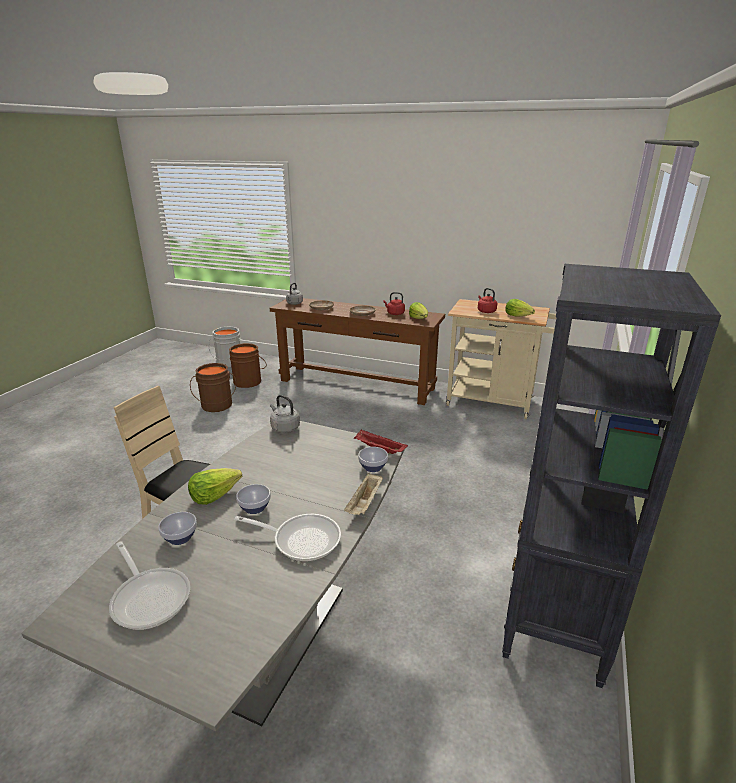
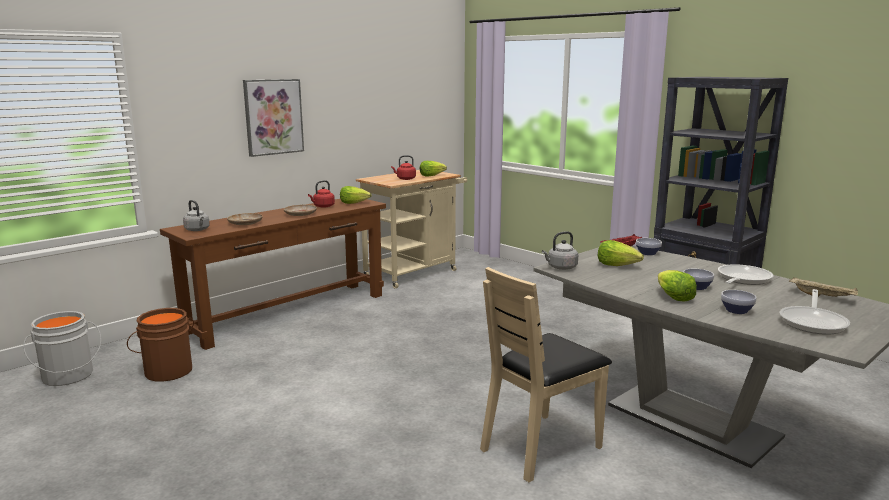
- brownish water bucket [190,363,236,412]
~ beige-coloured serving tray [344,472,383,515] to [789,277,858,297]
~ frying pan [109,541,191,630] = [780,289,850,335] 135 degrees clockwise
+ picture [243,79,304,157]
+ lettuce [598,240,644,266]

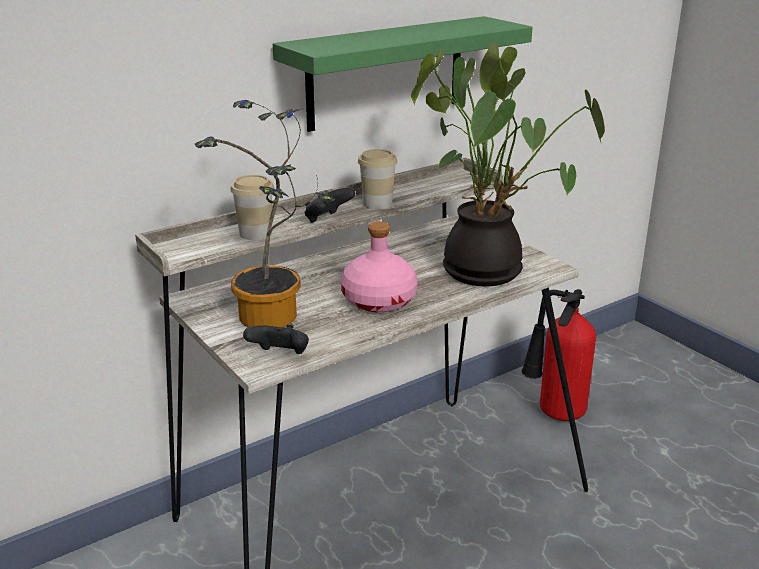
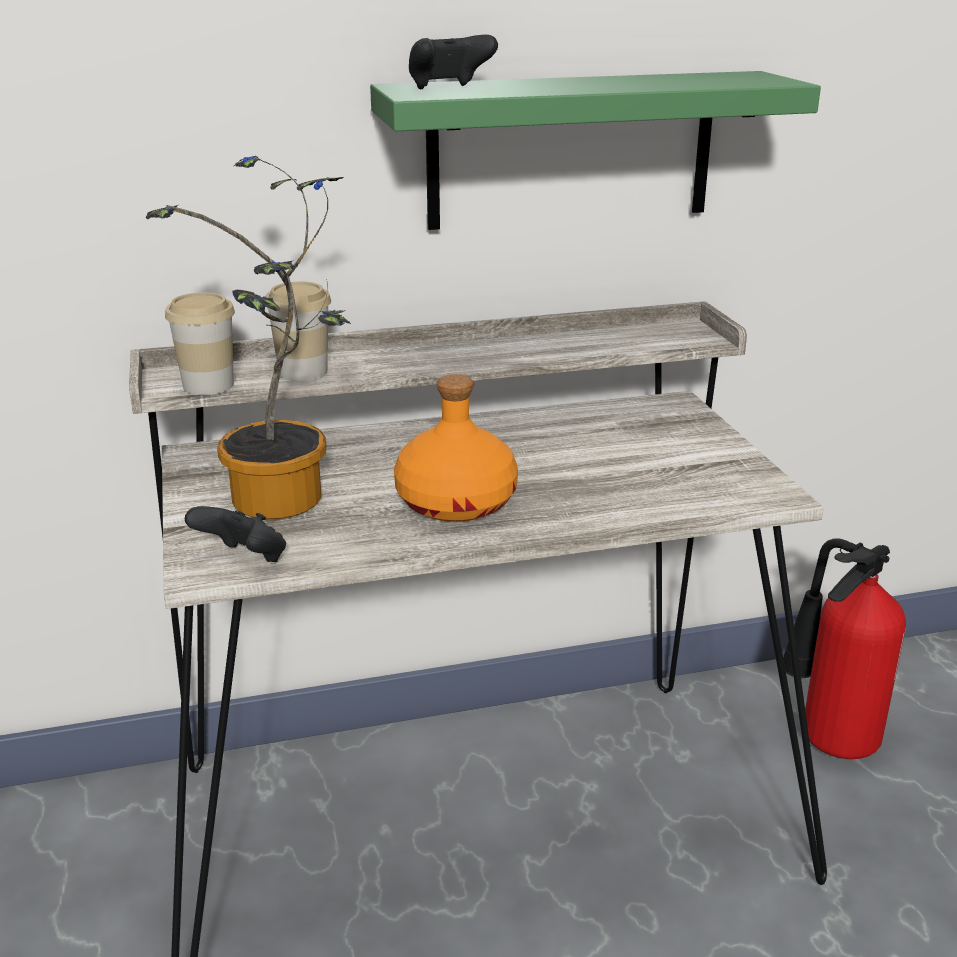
- potted plant [411,42,605,287]
~ cup [358,149,398,209] to [165,292,235,395]
~ black game controller [304,188,355,223] to [409,35,498,89]
~ pinkish beverage bottle [341,221,418,312] to orange-coloured beverage bottle [394,374,518,522]

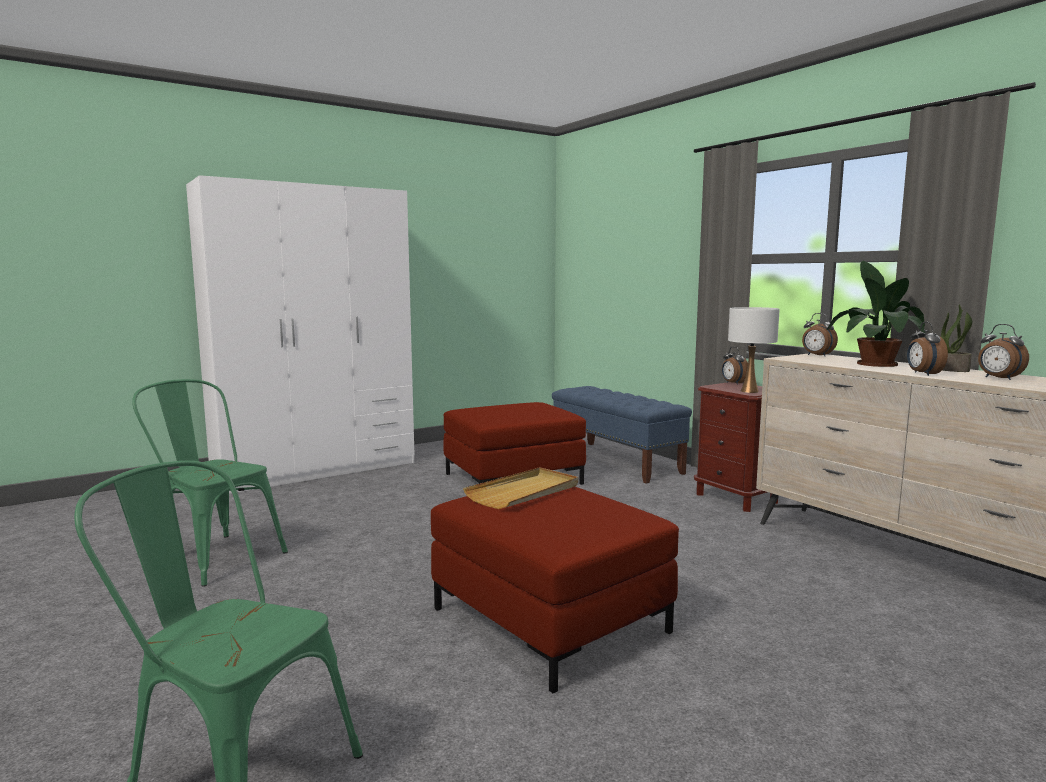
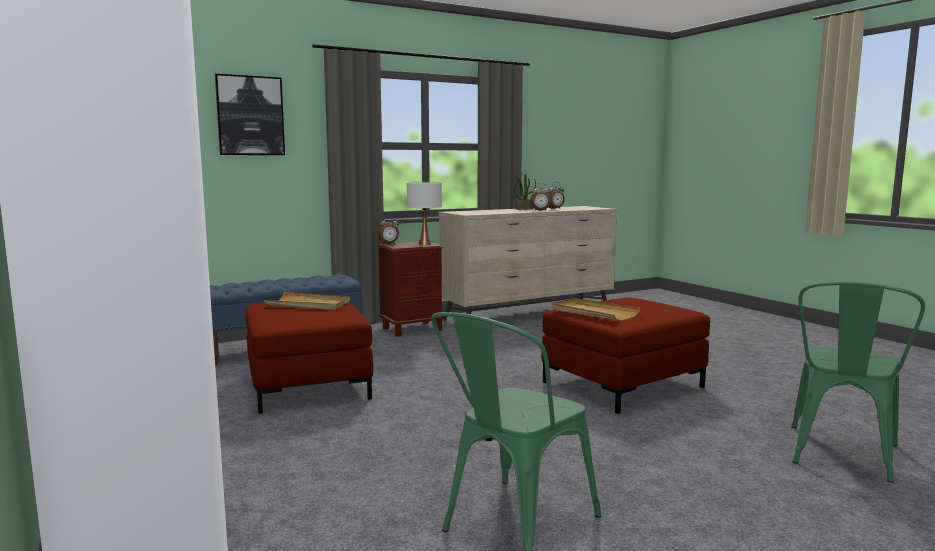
- potted plant [827,261,925,367]
- alarm clock [802,313,838,356]
+ picture [215,74,285,155]
+ beige-coloured serving tray [264,292,350,310]

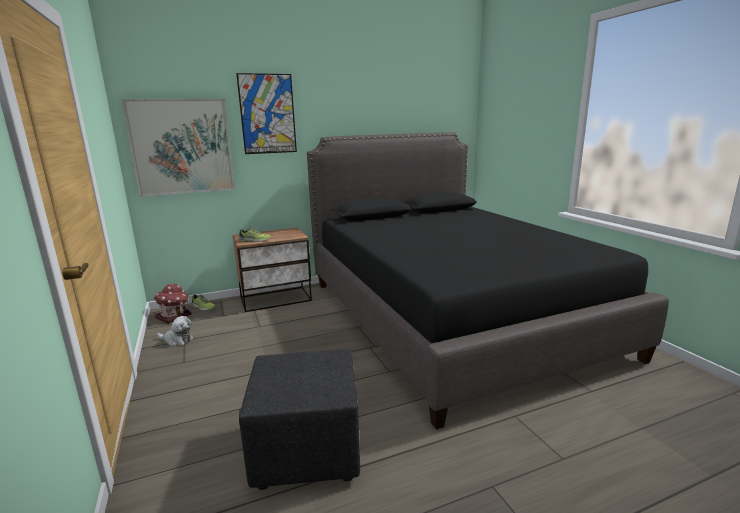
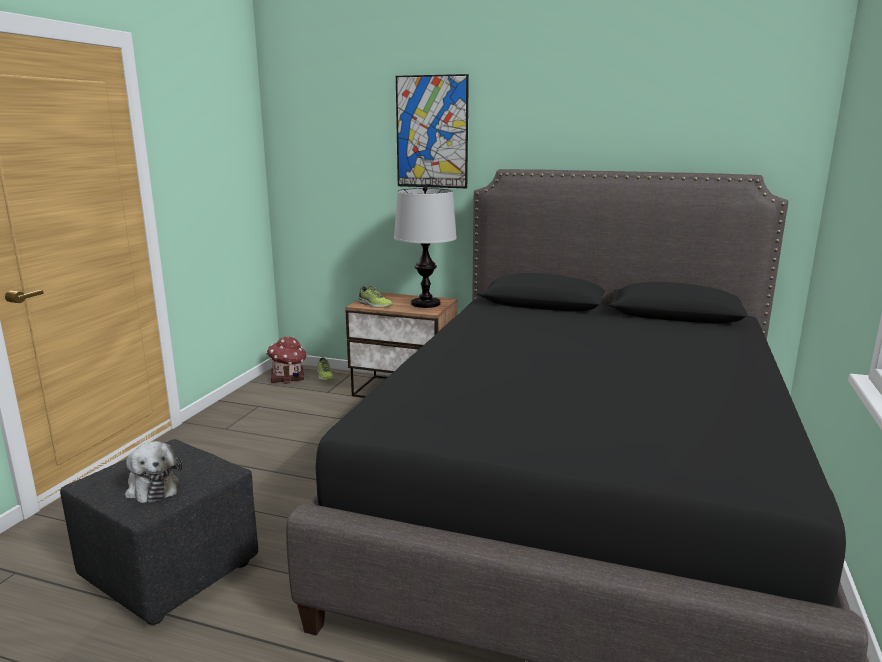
- picture [121,98,235,197]
~ plush toy [157,316,193,347] to [125,441,182,503]
+ lamp for a table [394,186,457,308]

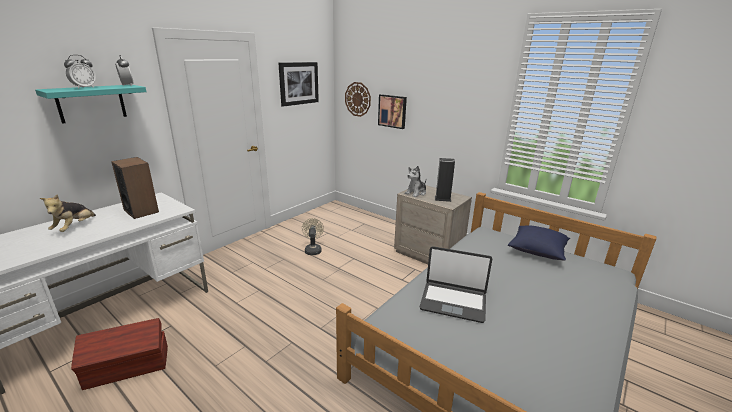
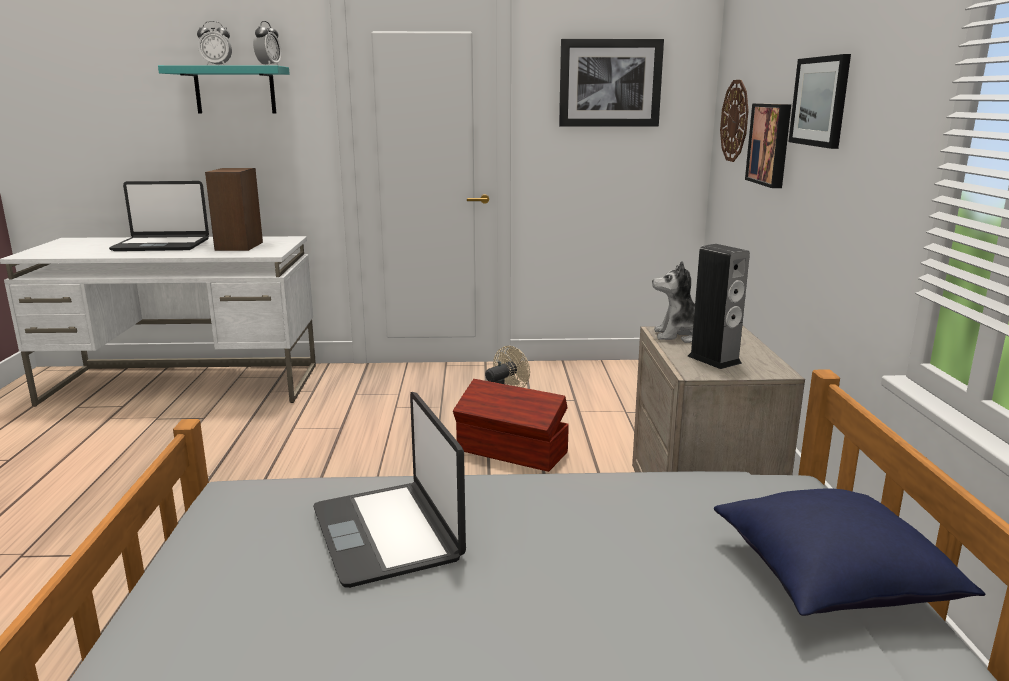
~ plush toy [40,194,96,232] to laptop [109,181,209,251]
~ brownish storage container [71,318,168,390] to [453,379,569,472]
+ picture [788,54,851,149]

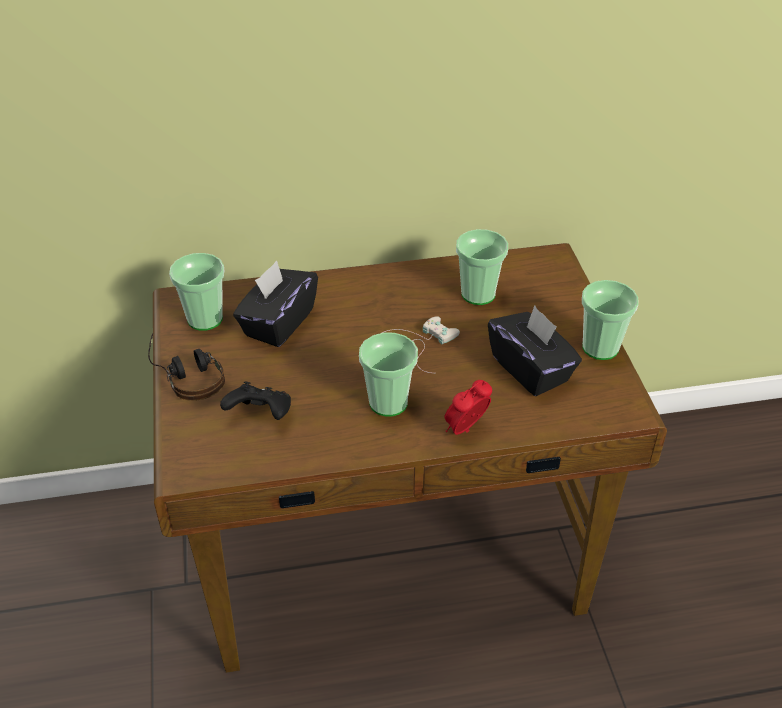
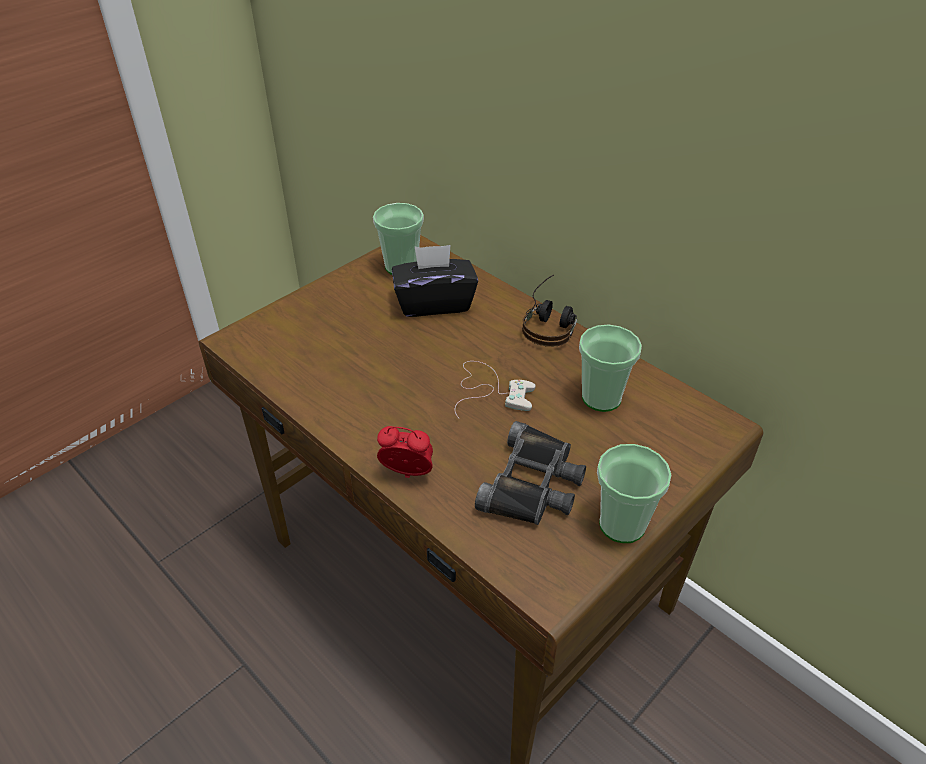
~ black box of tissues [488,305,582,396] to black binoculars [475,421,586,525]
- cup [359,332,418,417]
~ pair of headphones [148,333,225,401] to [522,275,577,347]
- black game controller [220,382,291,420]

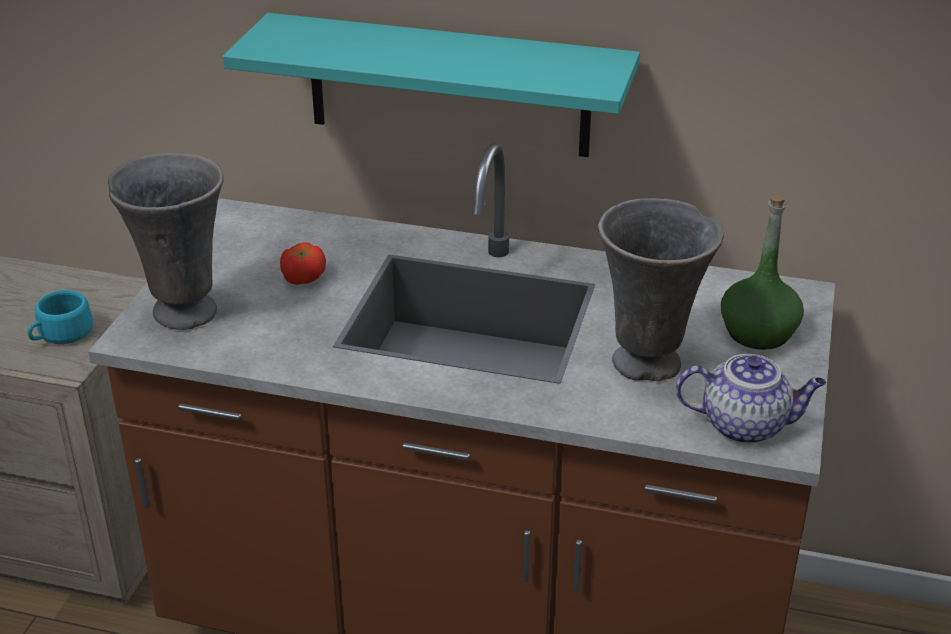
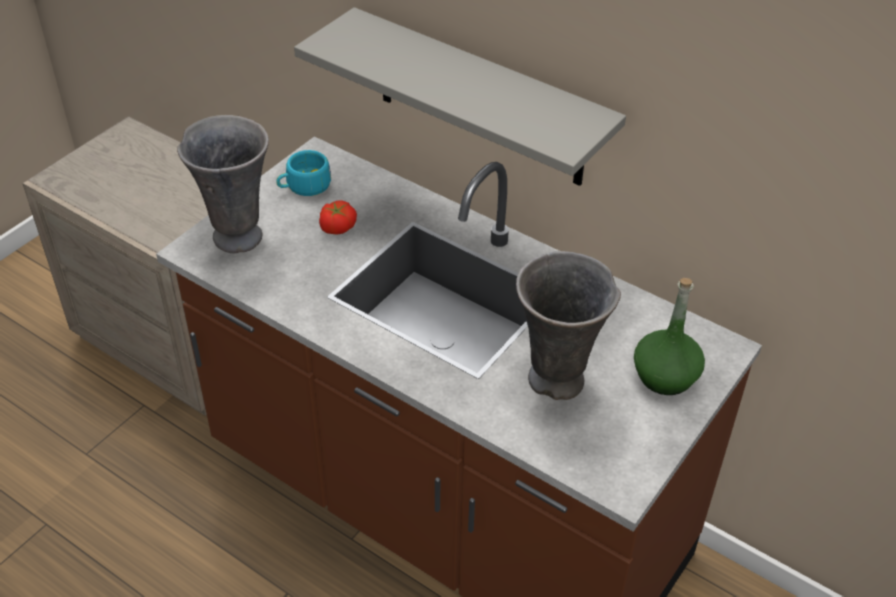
~ turquoise bracket shelf [223,13,640,157] to grey bracket shelf [294,7,626,186]
~ turquoise cup [27,290,93,344] to [276,150,331,196]
- pot for tea [676,354,826,444]

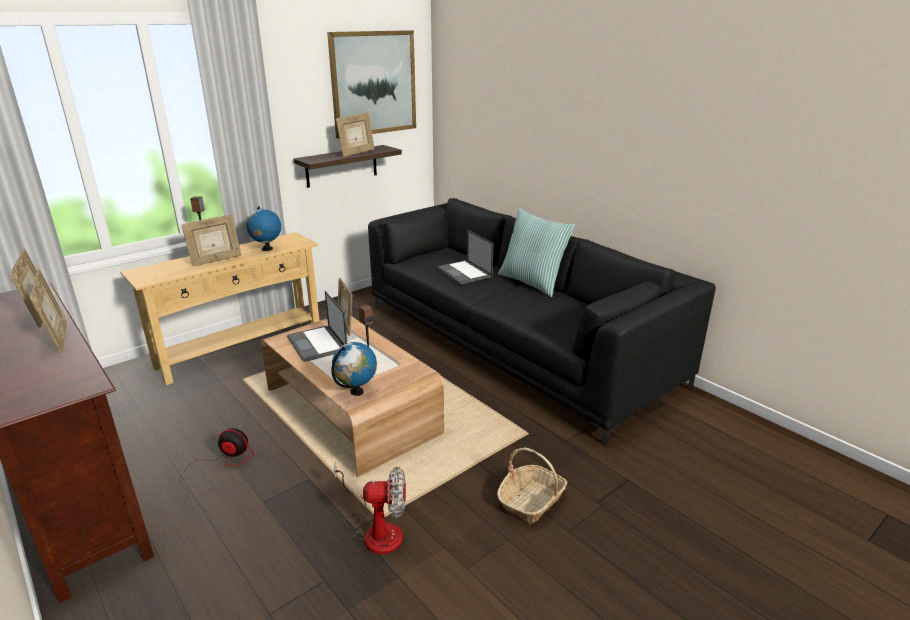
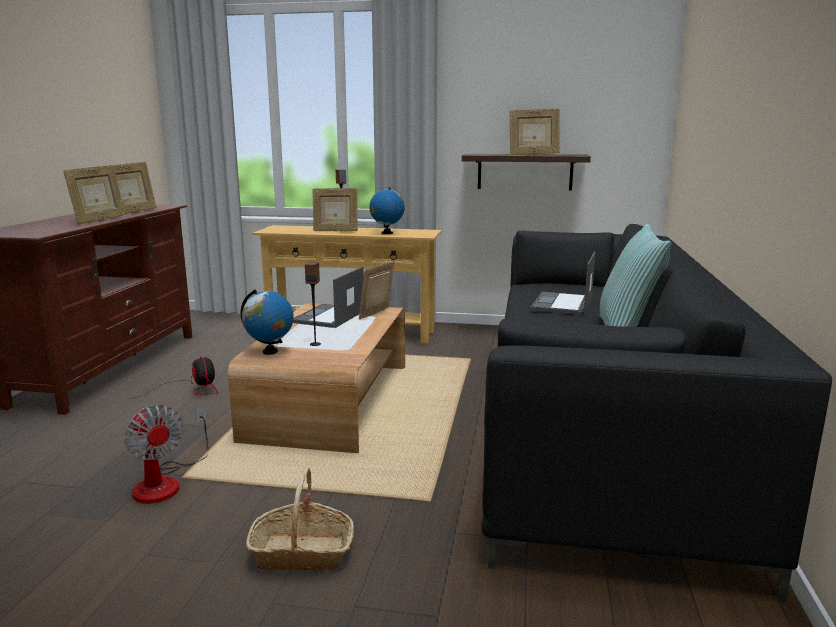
- picture [327,30,416,139]

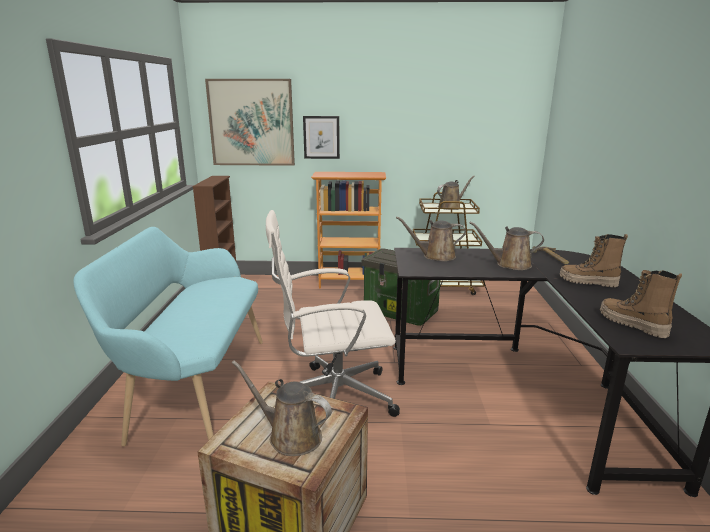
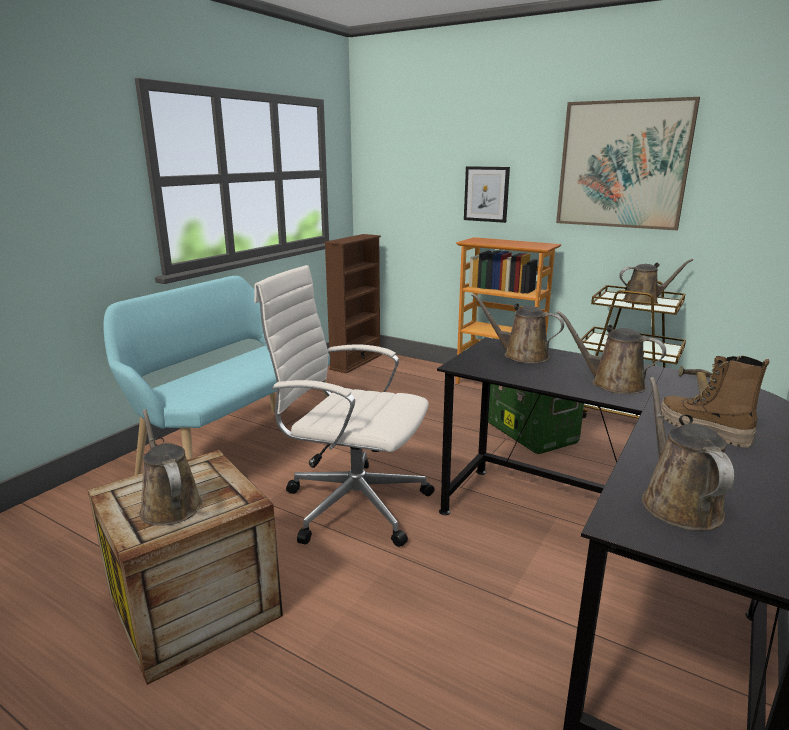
~ picture [205,79,295,166] to [556,97,700,230]
~ high-top boot [600,270,682,338] to brownish watering pot [642,377,734,531]

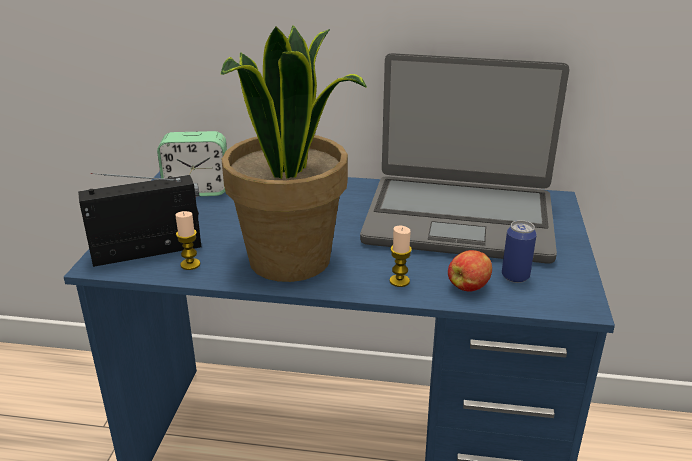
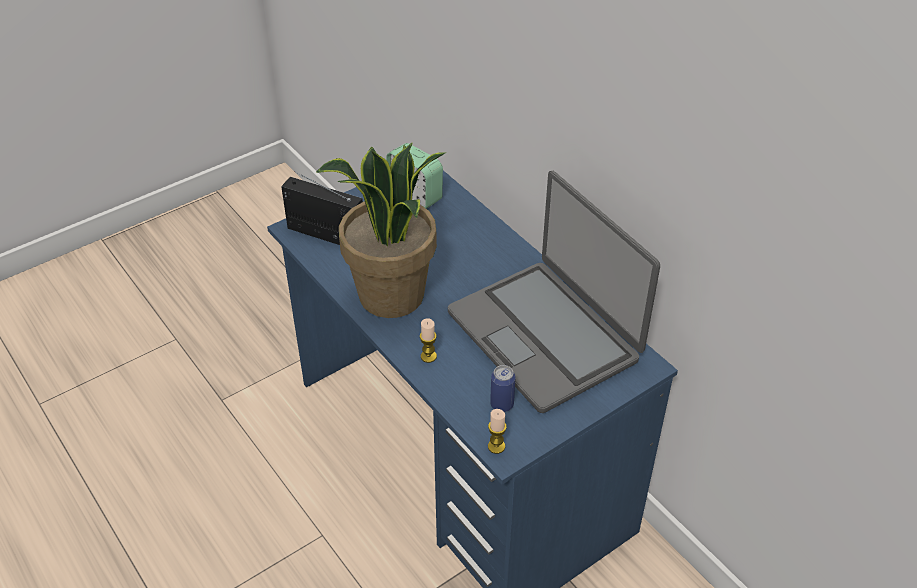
~ wax candle [175,211,200,270] to [488,409,507,454]
- whole apple [448,250,492,292]

